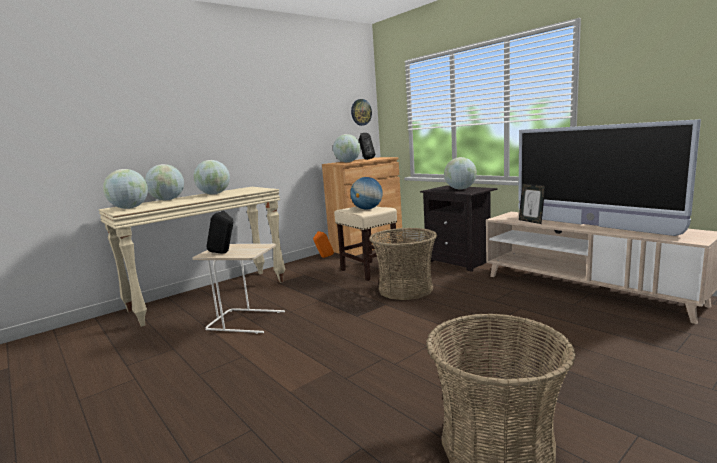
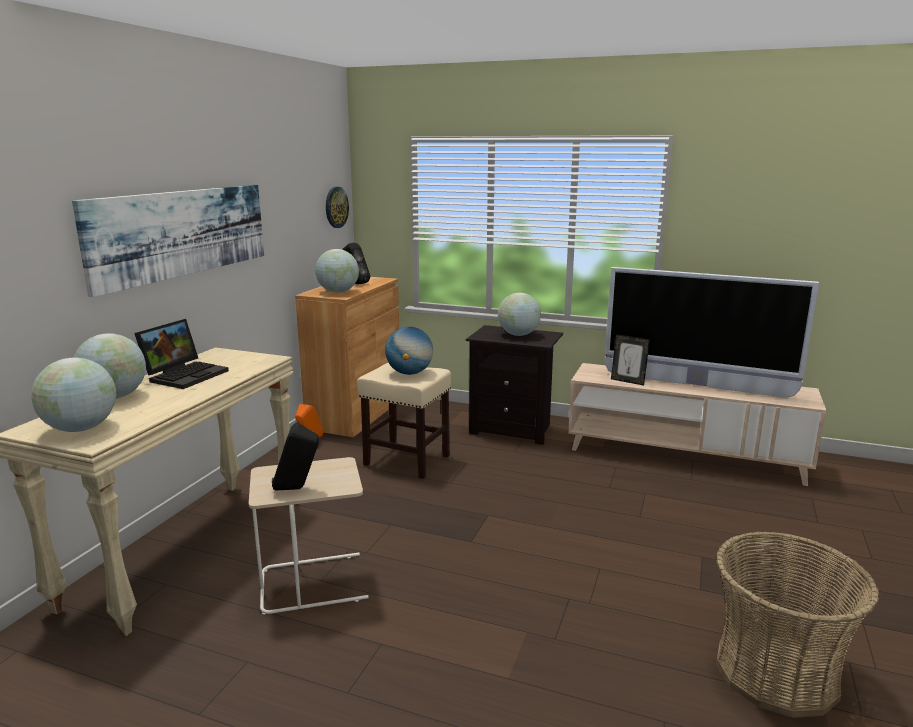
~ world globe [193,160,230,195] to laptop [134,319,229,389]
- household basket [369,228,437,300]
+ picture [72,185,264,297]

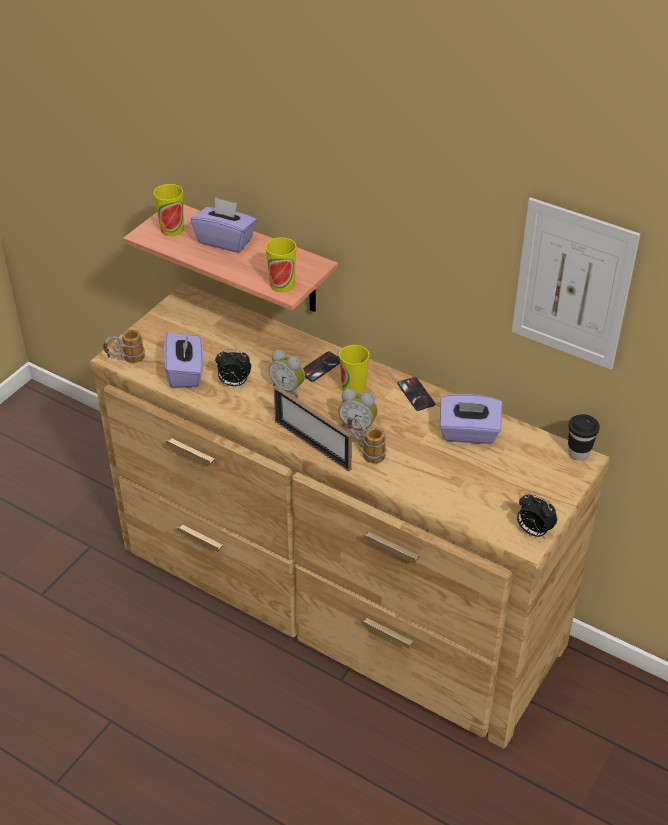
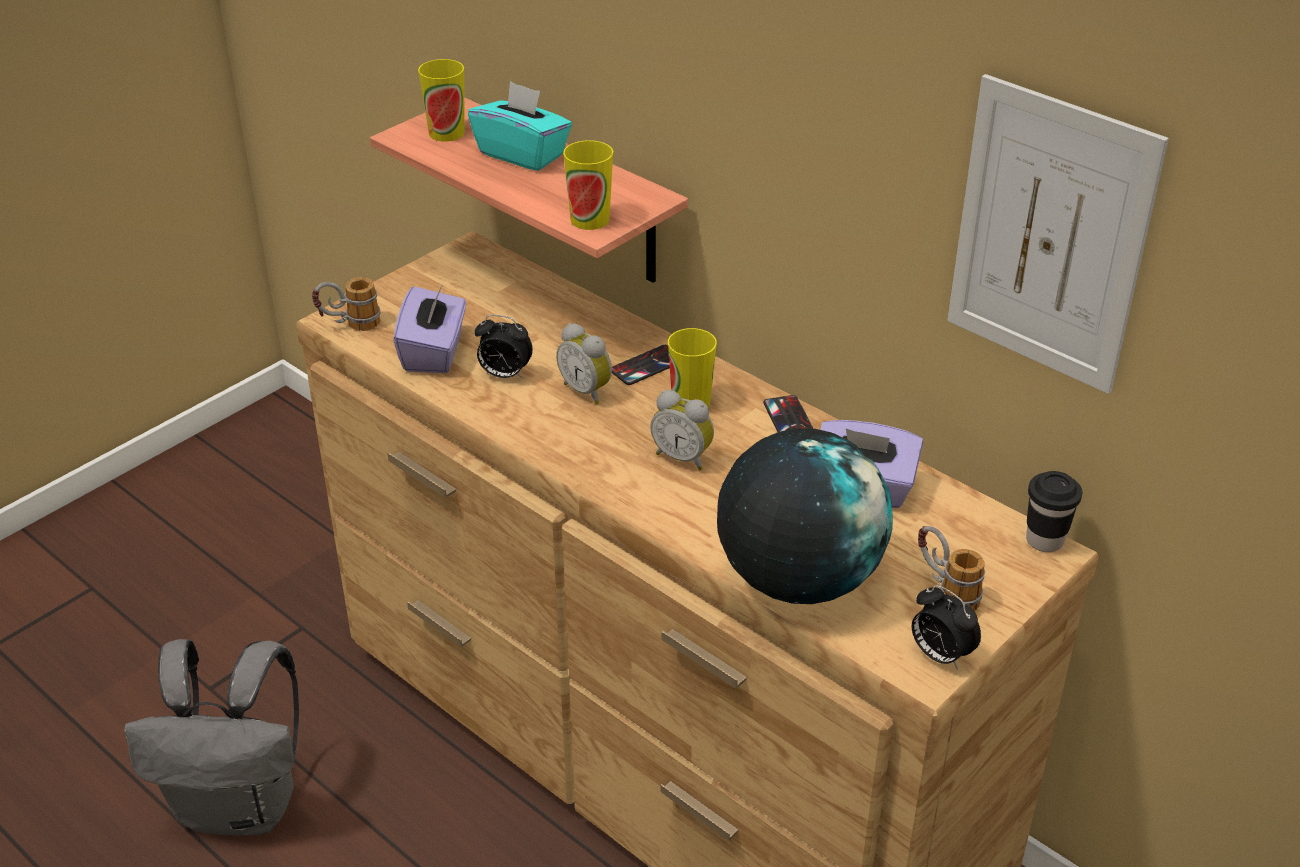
~ purple box of tissues [191,197,257,253] to turquoise box of tissues [468,81,572,171]
- standing frame [274,385,352,471]
~ coffee mug [347,417,386,464] to [918,526,985,611]
+ world globe [717,428,893,604]
+ grey backpack [124,639,299,835]

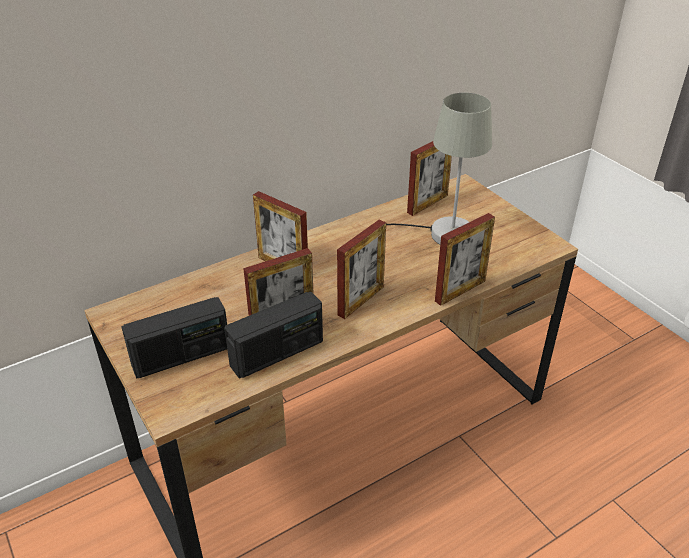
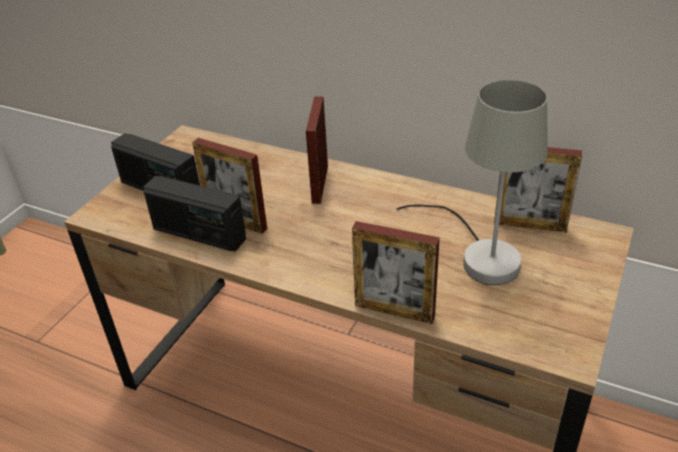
- standing frame [337,219,386,319]

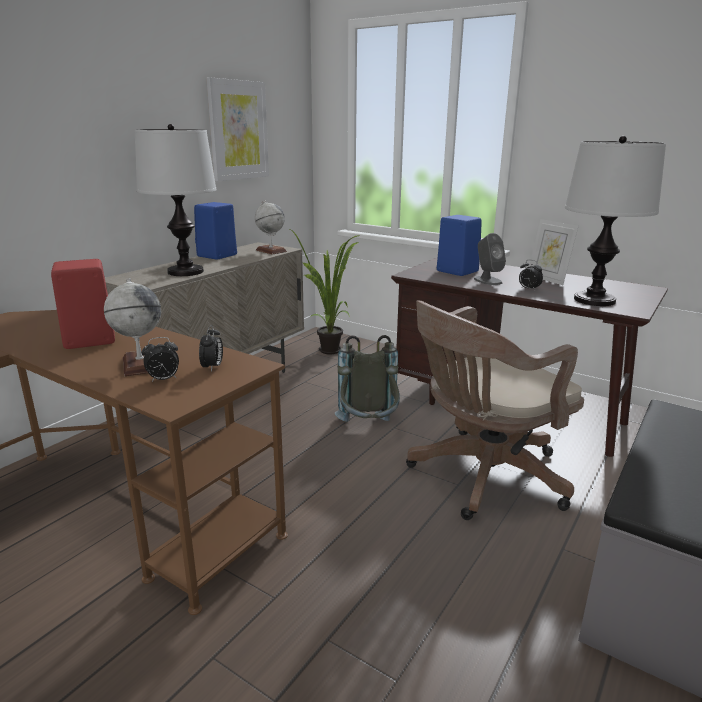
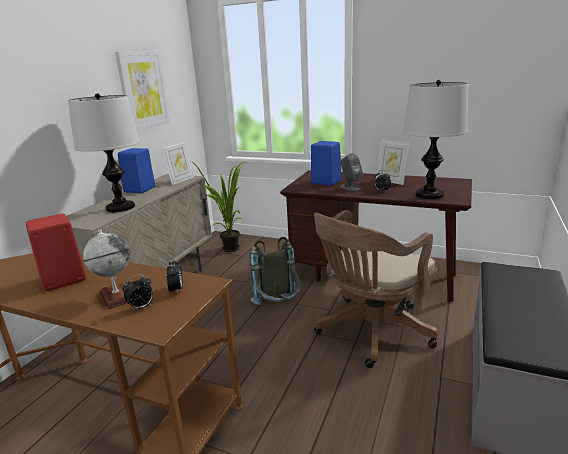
~ world globe [255,201,287,255] to standing frame [161,140,194,185]

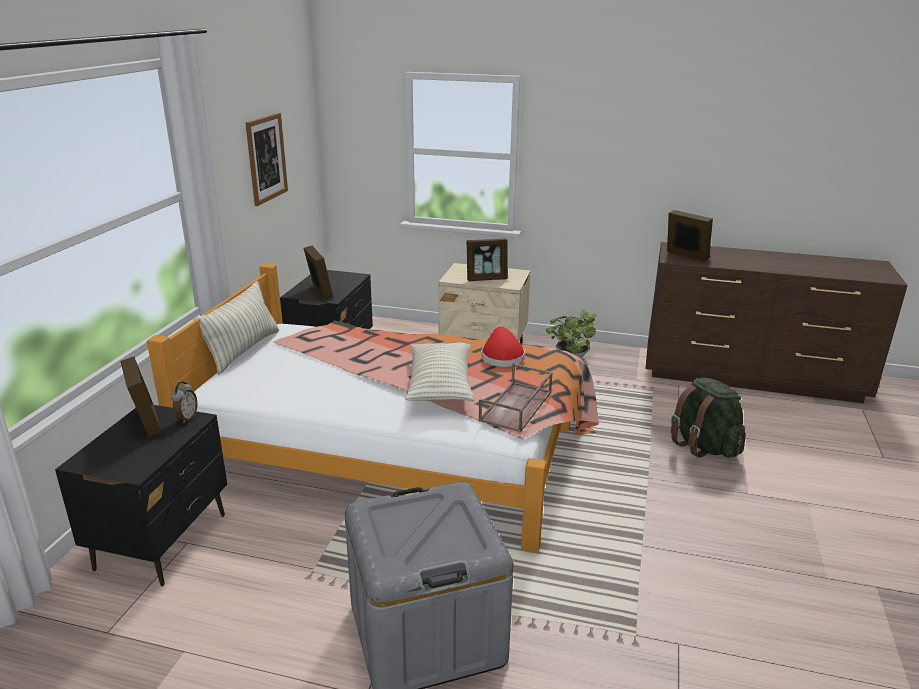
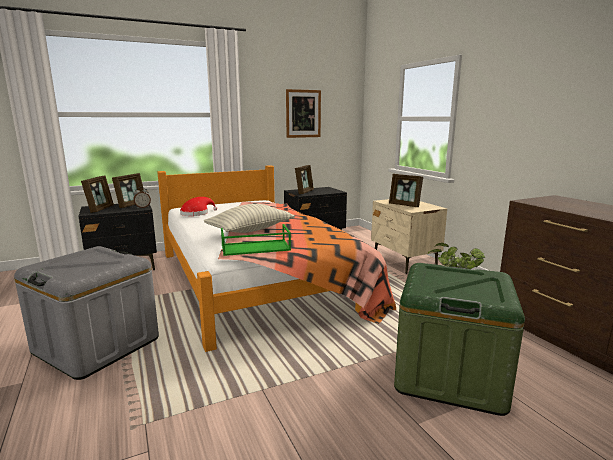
~ standing frame [667,210,713,261] to [81,175,114,213]
- pillow [194,281,279,374]
~ red-coloured hat [482,326,525,367] to [180,197,217,216]
~ brownish serving tray [478,363,553,433] to green-coloured serving tray [221,224,291,256]
~ green-coloured backpack [671,377,746,458] to green-coloured storage container [394,263,525,416]

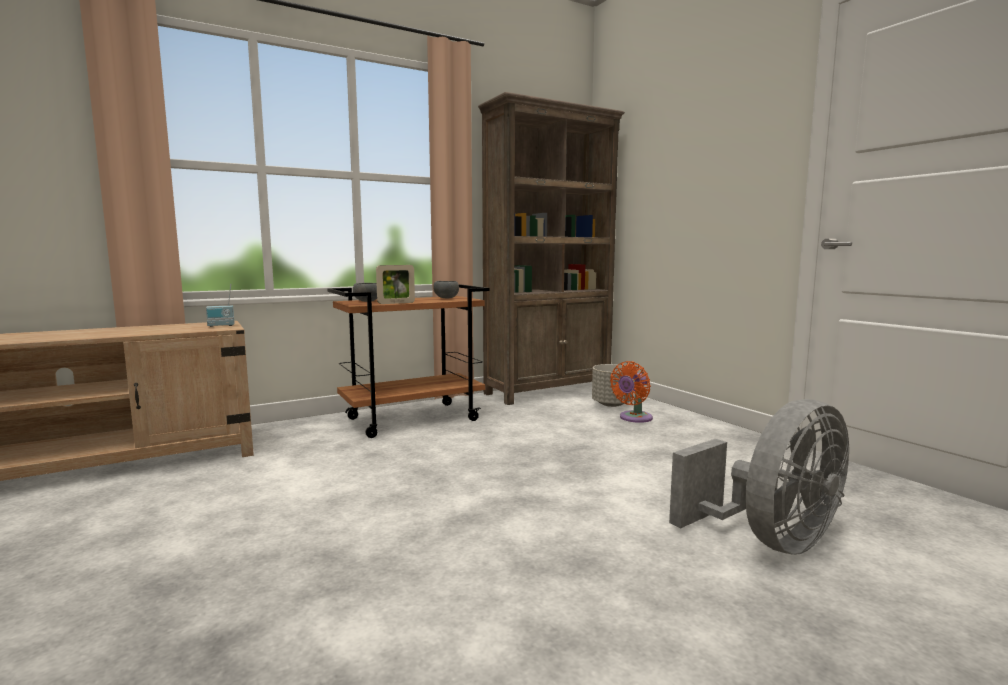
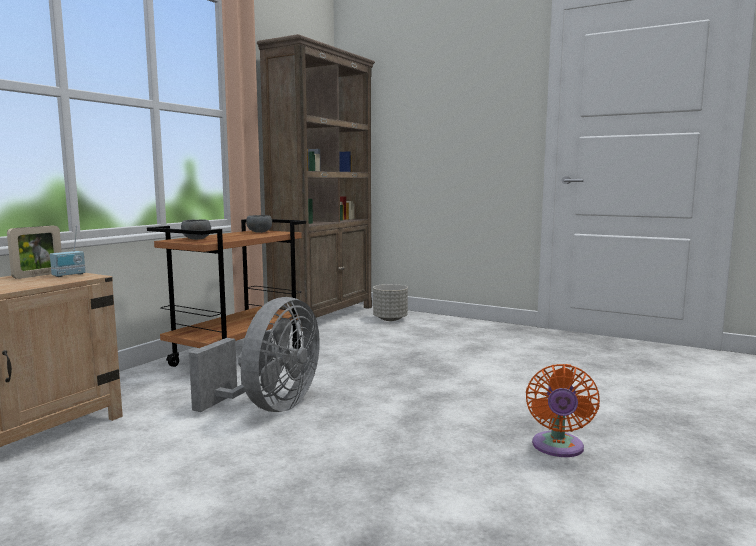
~ standing frame [376,265,415,304] to [7,225,62,279]
~ orange-coloured cooling fan [610,361,653,423] to [526,364,600,457]
~ grey cooling fan [669,399,849,555] to [189,297,320,412]

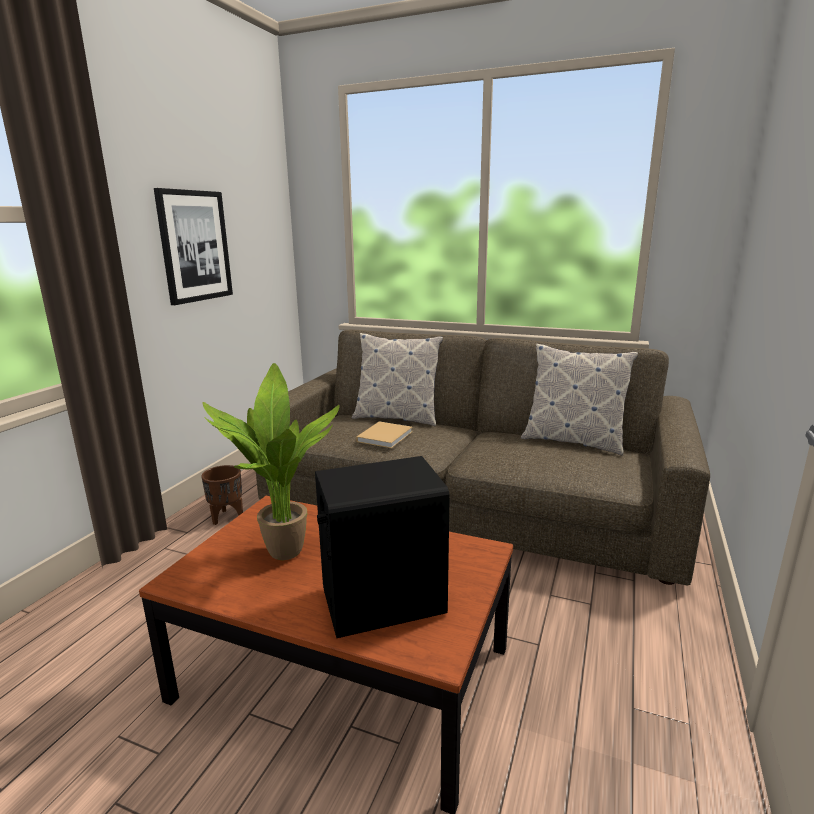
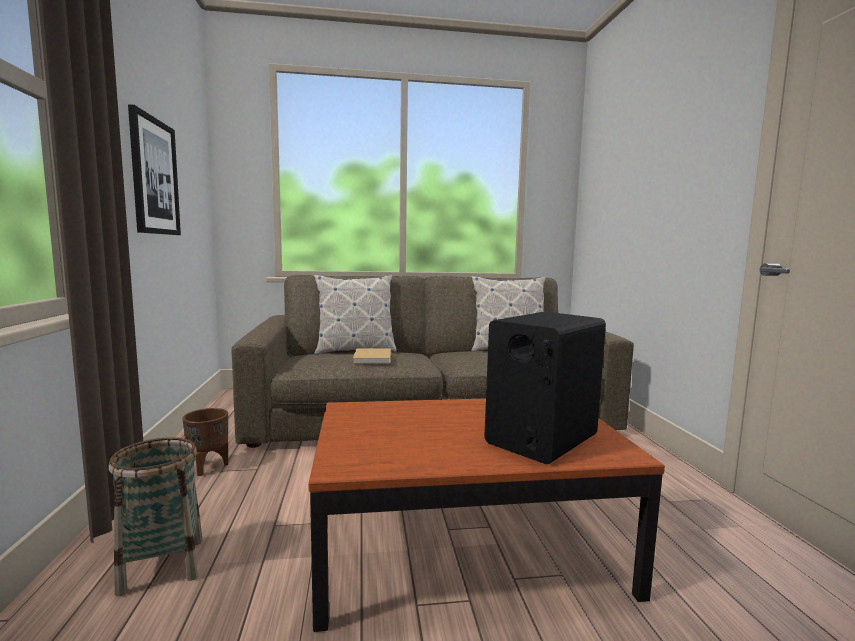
- potted plant [203,363,340,560]
+ household basket [108,437,203,596]

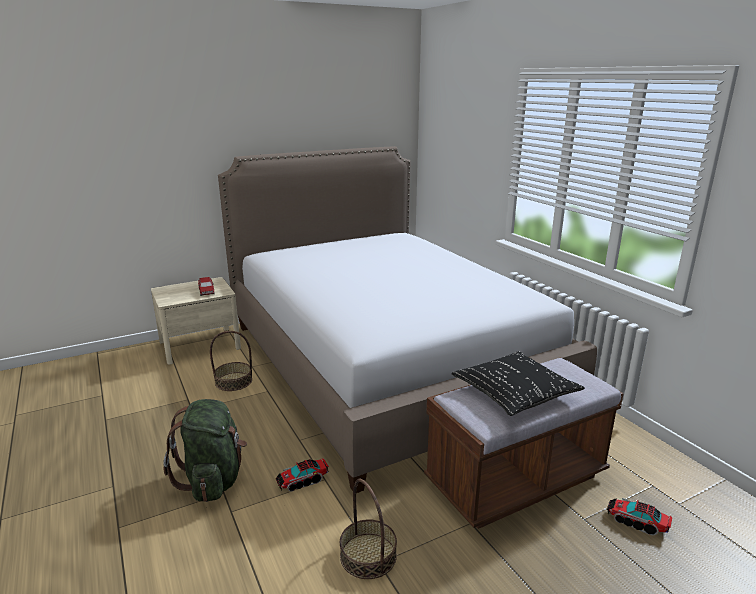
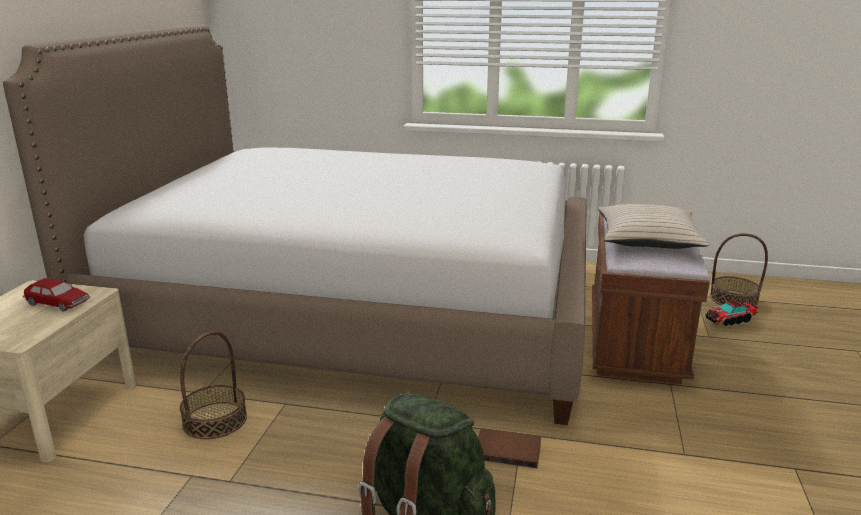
~ black pillow [451,351,585,416] to beige-coloured pillow [598,204,709,249]
~ model truck [275,458,329,491] to brownish bound book [478,429,541,469]
~ household basket [340,479,397,579] to [710,233,768,307]

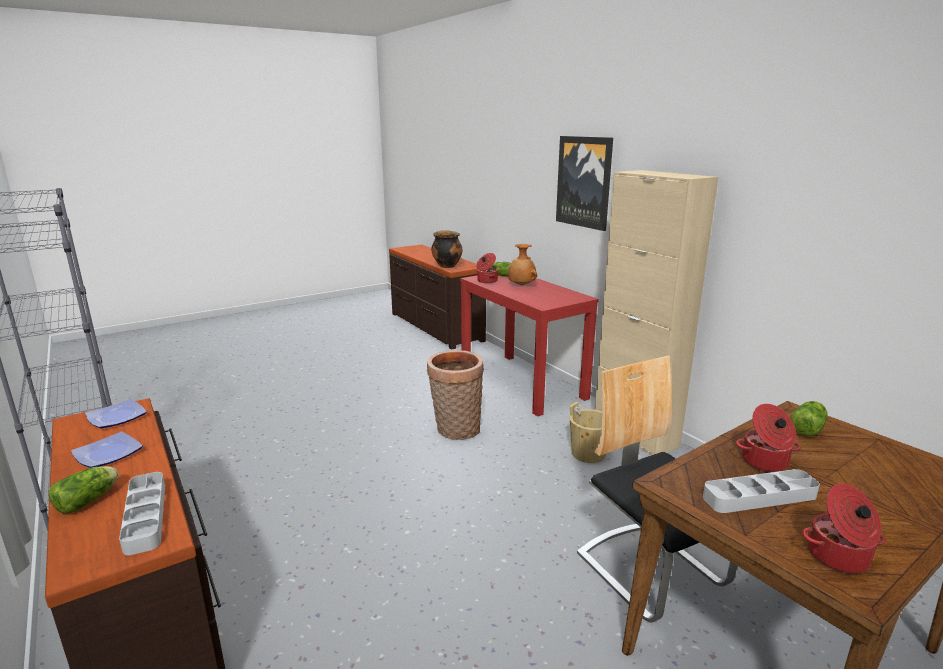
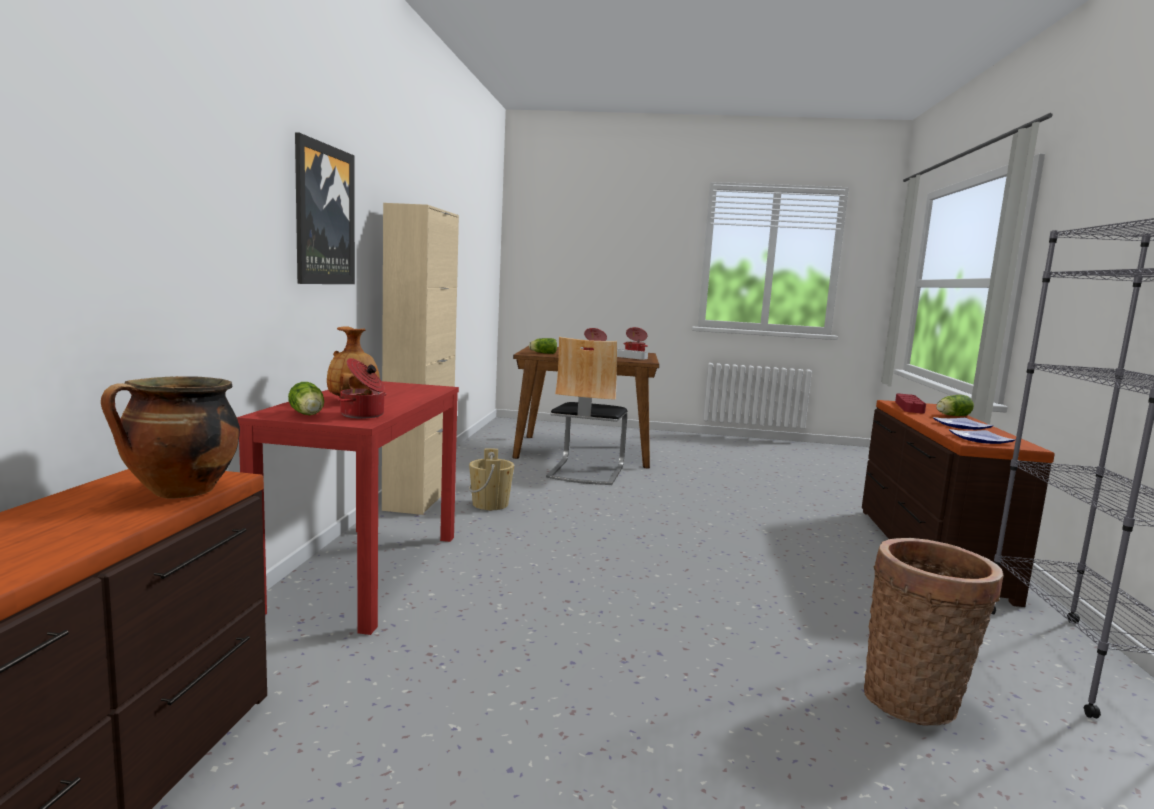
~ household basket [427,350,484,440] to [864,538,1004,726]
~ grey serving tray [119,472,165,555] to red-coloured serving tray [895,394,926,414]

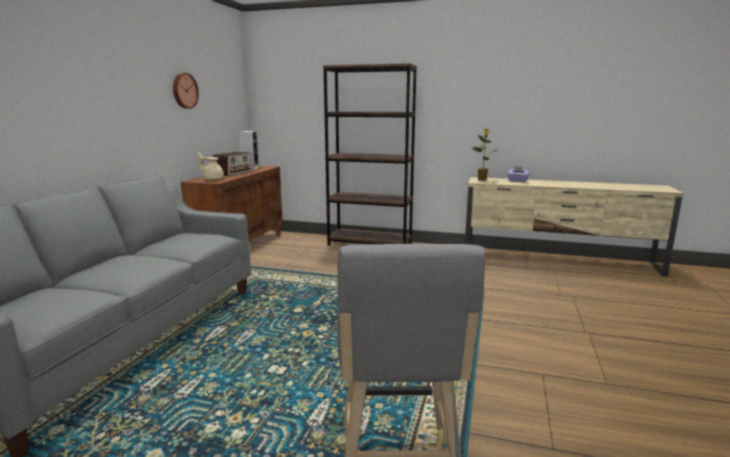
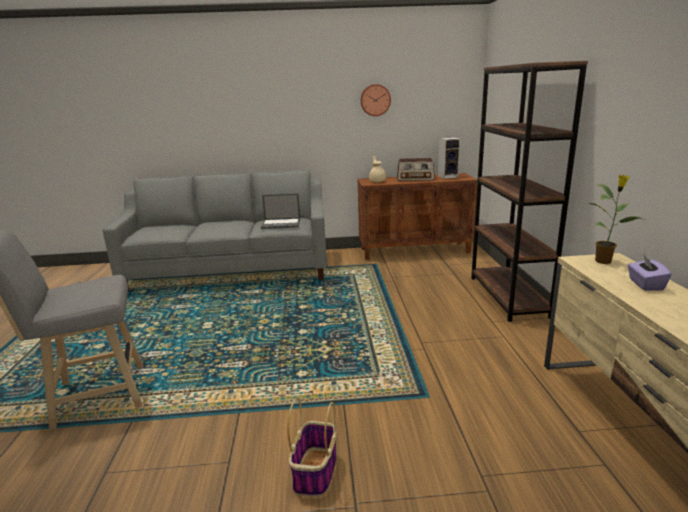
+ laptop [261,194,300,229]
+ household basket [287,397,337,497]

